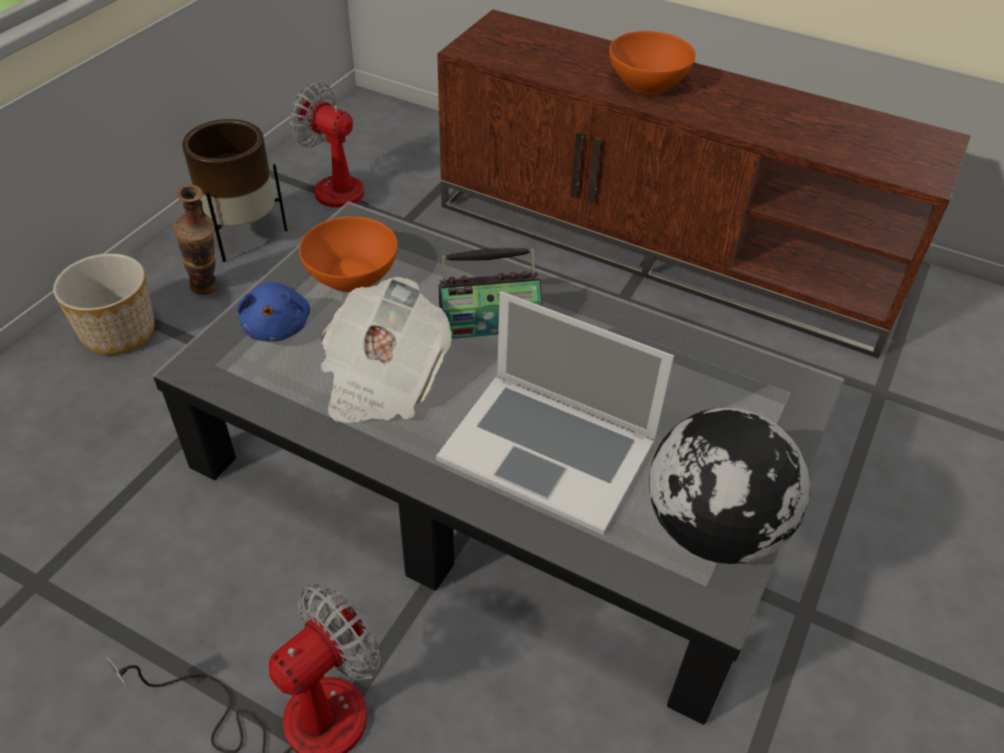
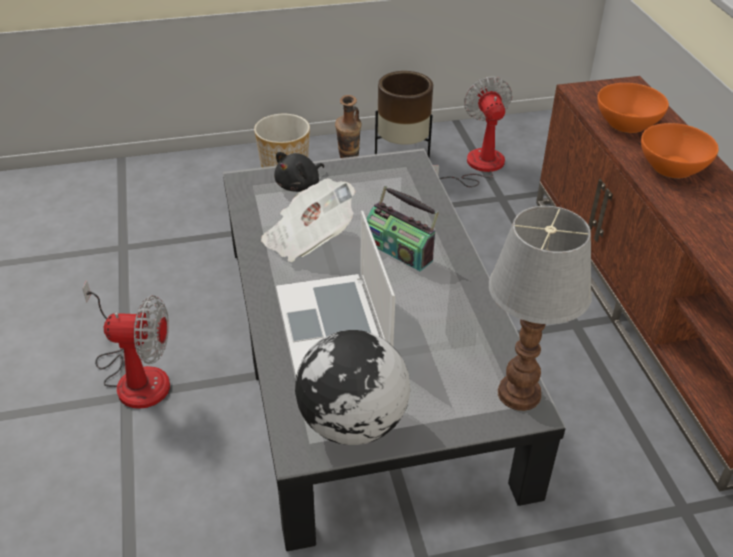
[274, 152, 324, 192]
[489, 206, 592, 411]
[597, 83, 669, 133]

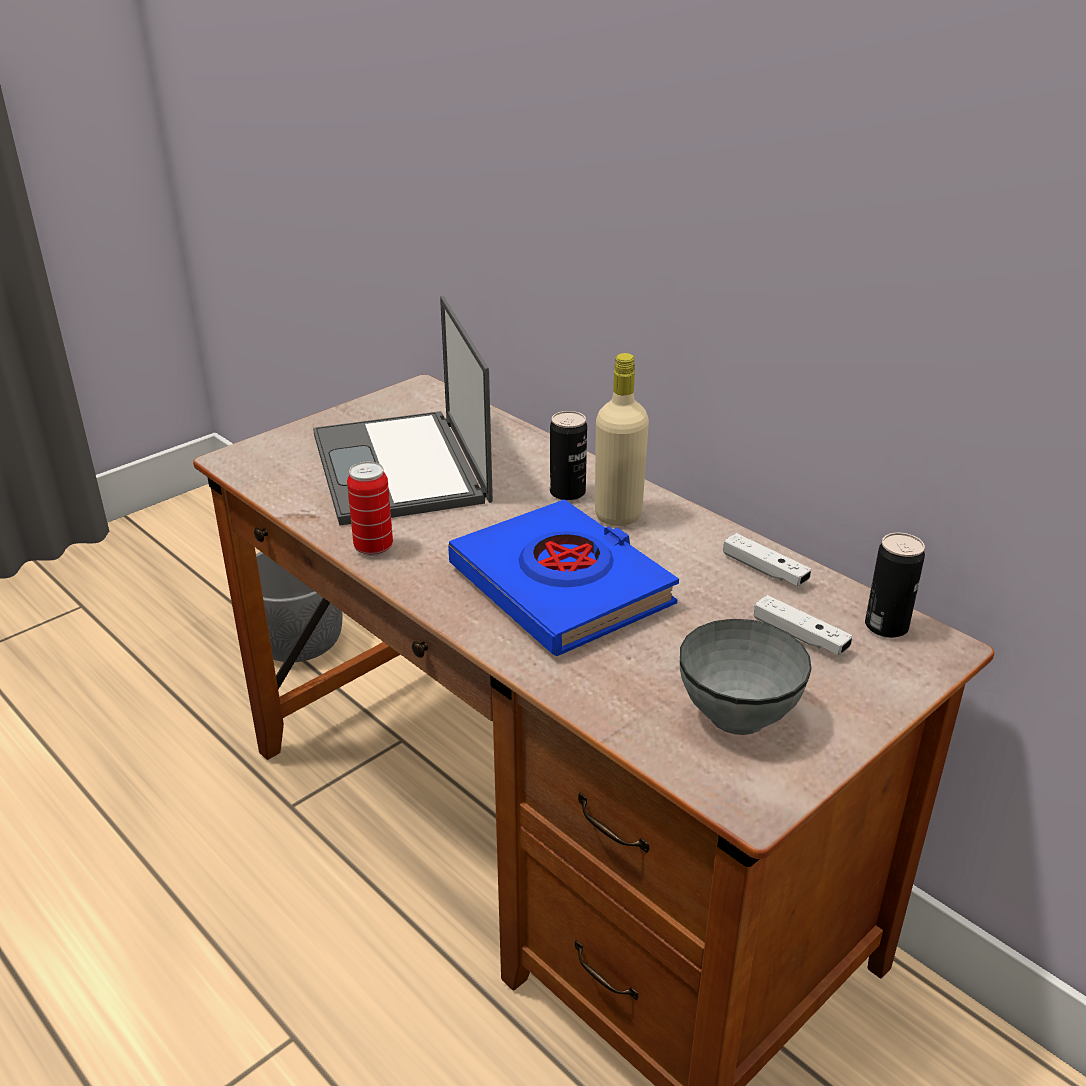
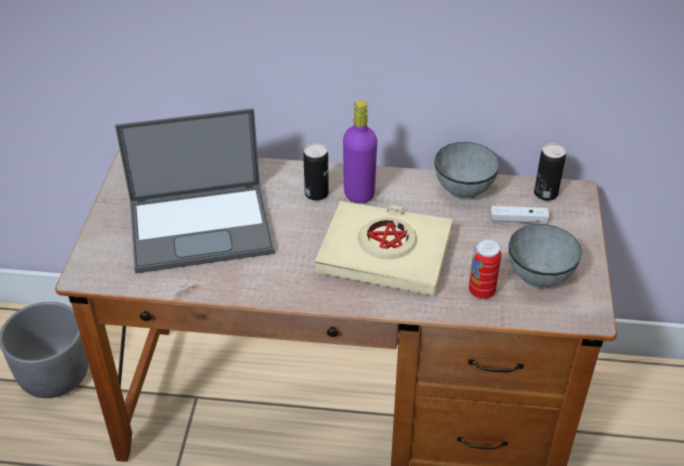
[115, 108, 275, 273]
[315, 201, 452, 296]
[343, 100, 377, 203]
[434, 142, 500, 200]
[469, 239, 501, 299]

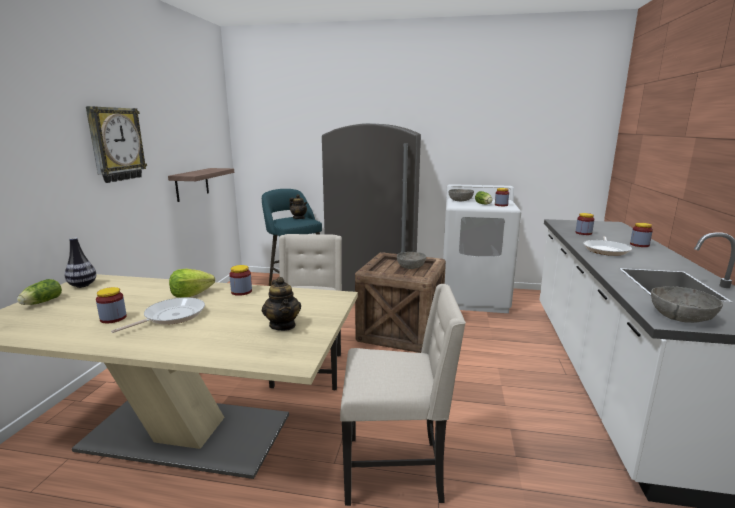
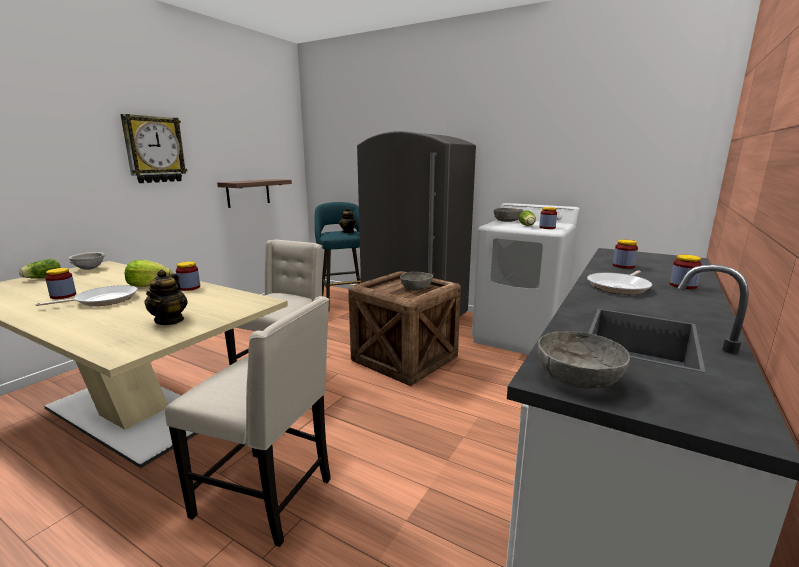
[69, 252, 105, 270]

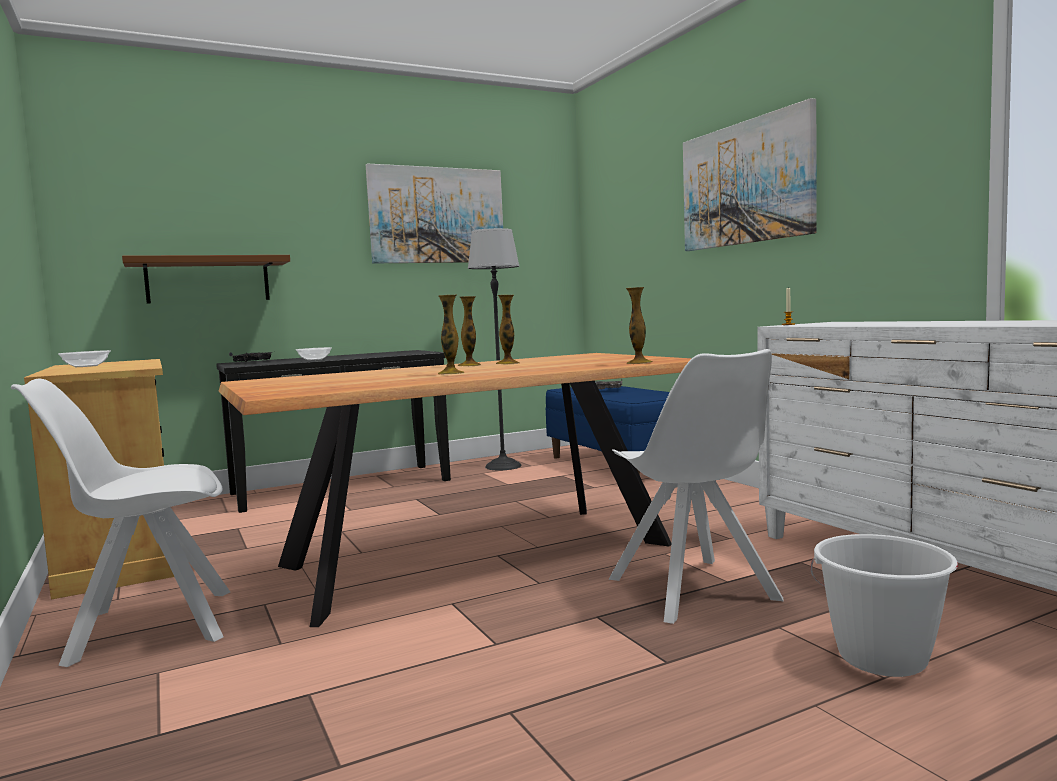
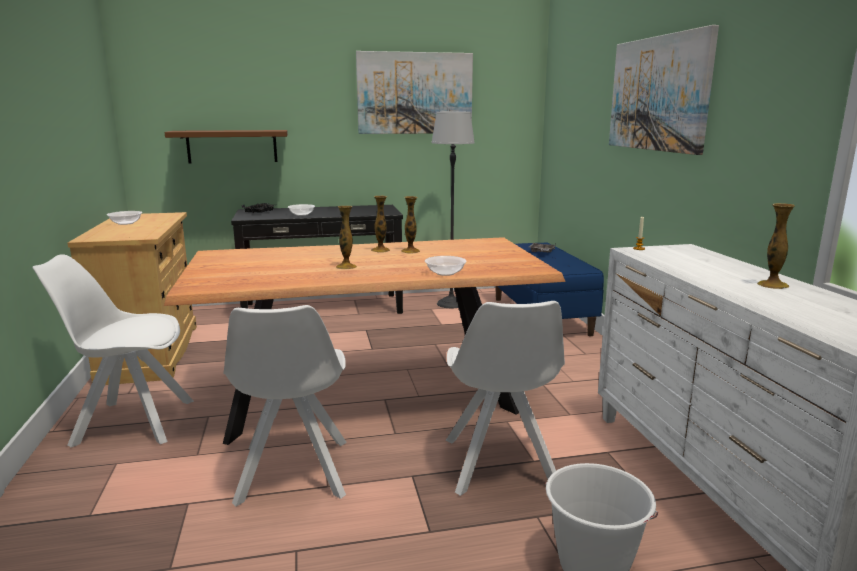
[223, 305, 347, 506]
[425, 256, 467, 276]
[757, 203, 795, 289]

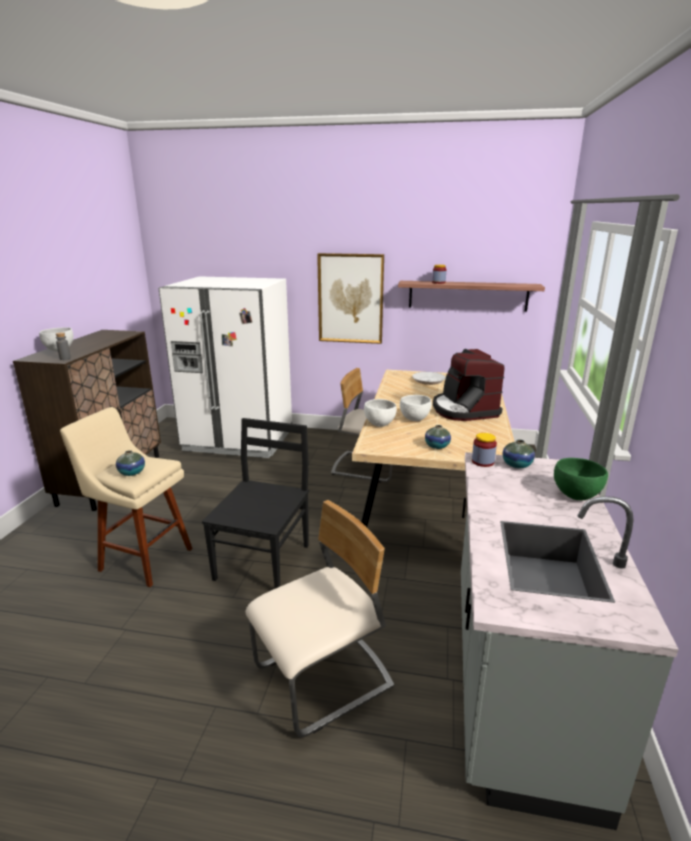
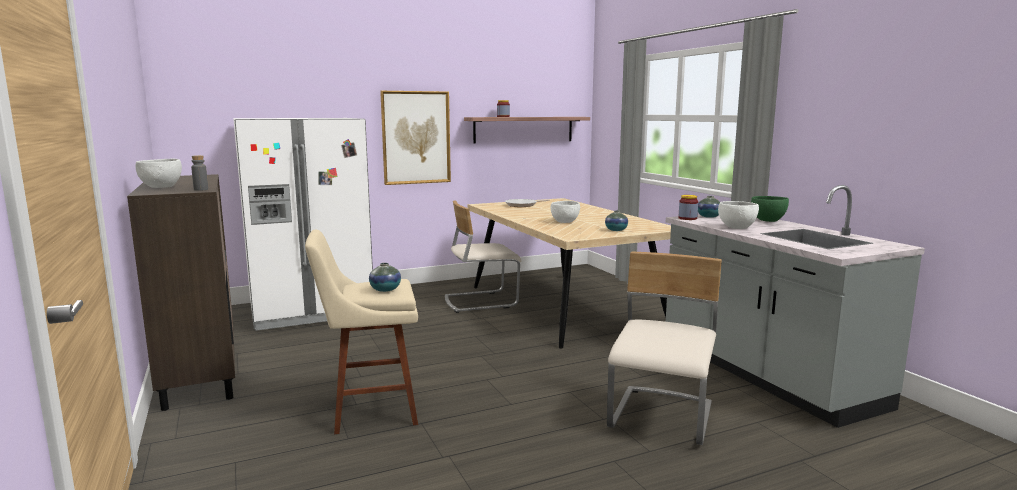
[718, 201, 759, 229]
[202, 418, 309, 589] (first image)
[433, 349, 505, 421] (first image)

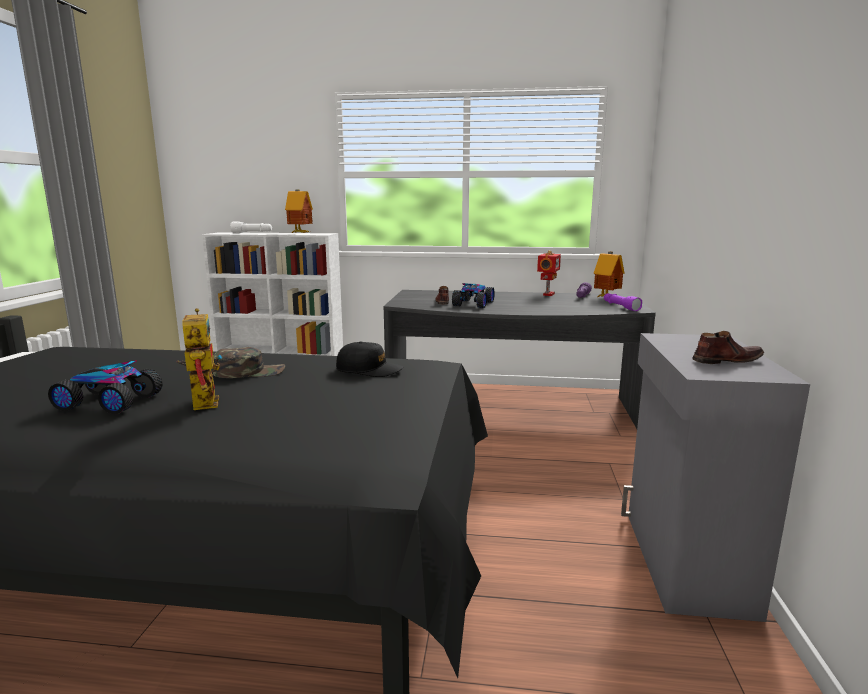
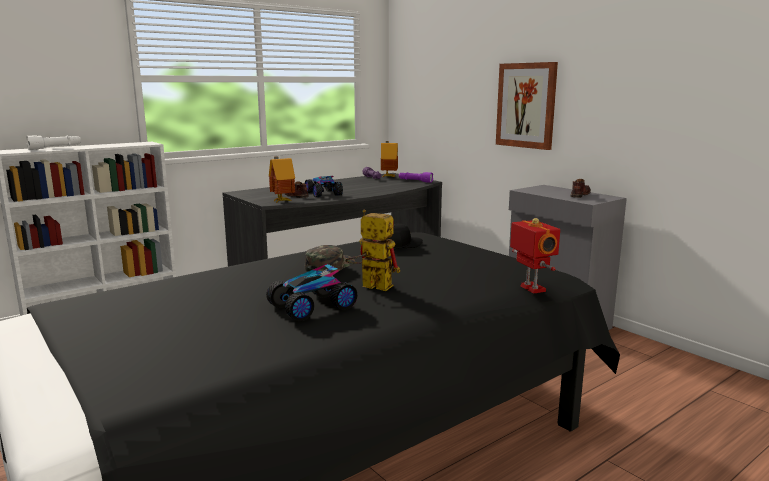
[269, 156, 295, 202]
[496, 62, 558, 150]
[510, 218, 560, 294]

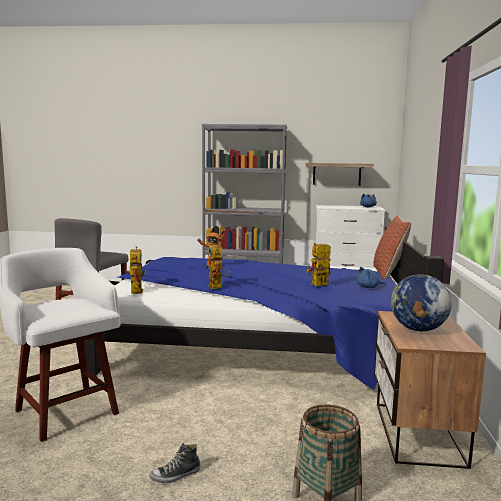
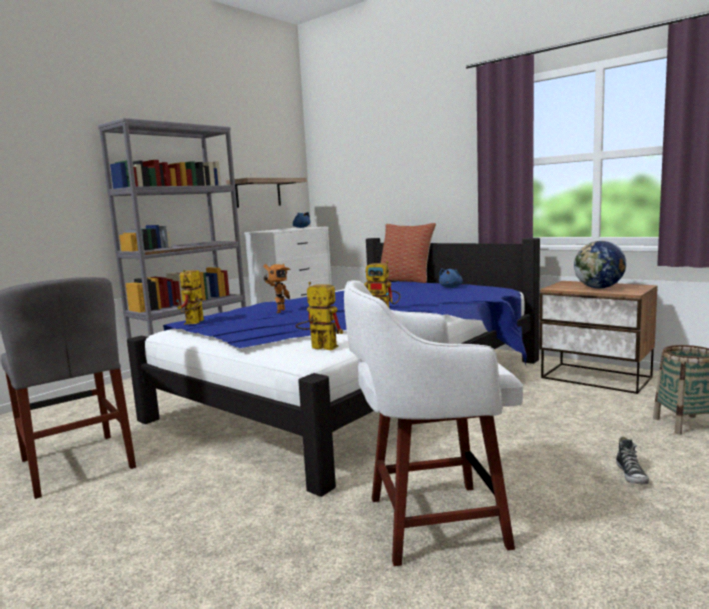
[176, 270, 204, 324]

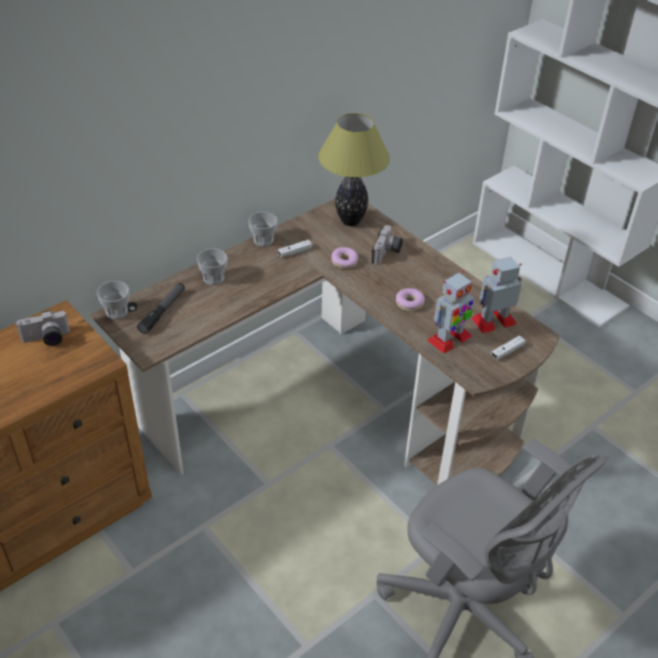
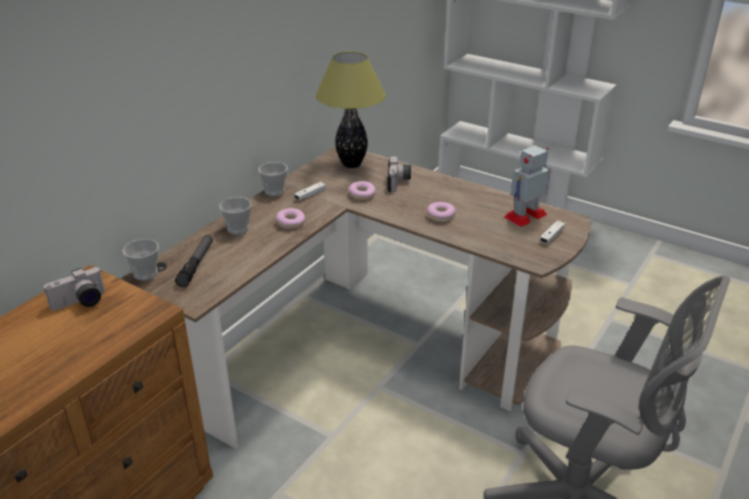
[276, 208, 305, 229]
[427, 271, 475, 354] (first image)

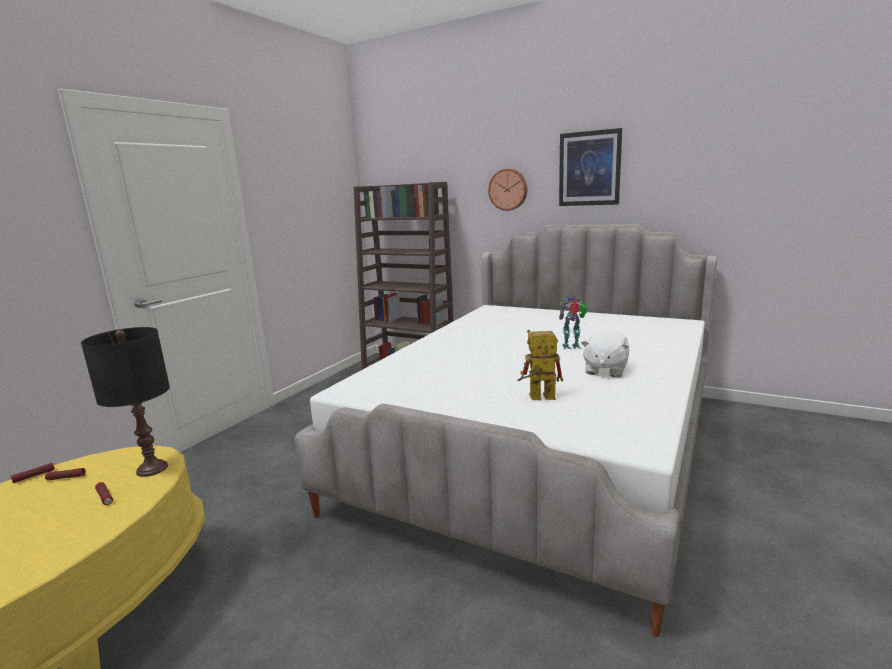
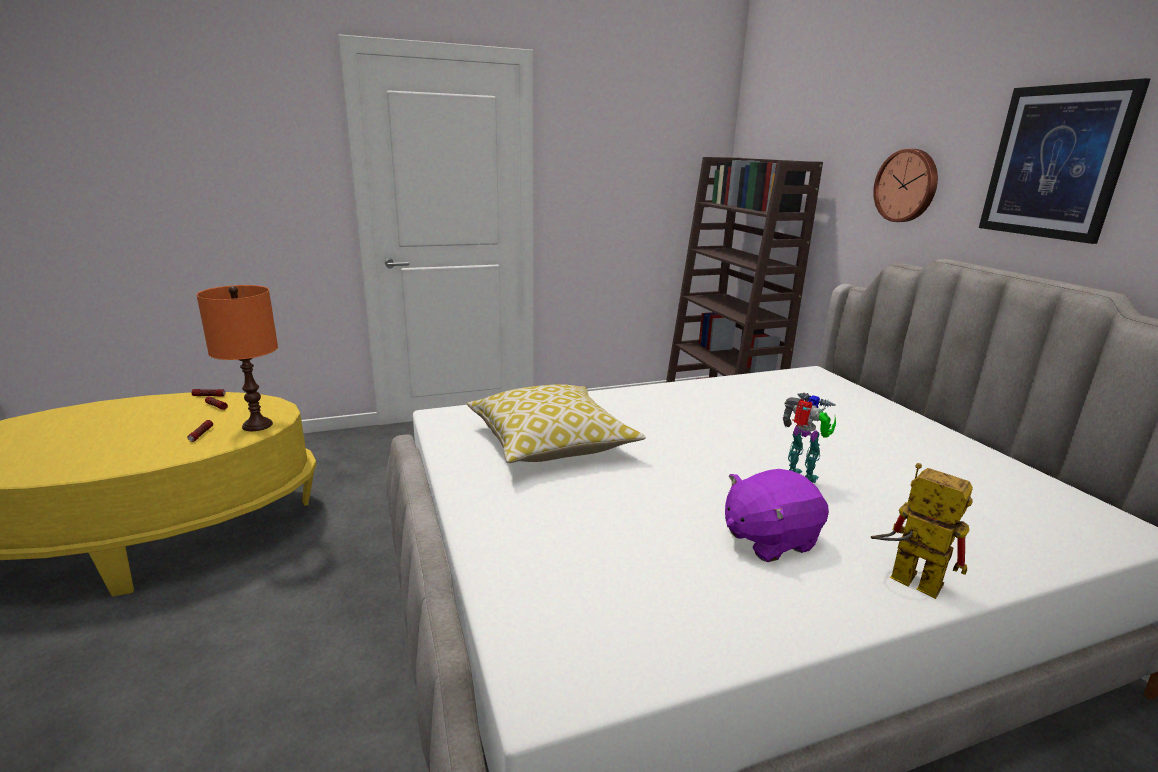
[196, 285, 278, 431]
[467, 384, 646, 463]
[725, 469, 829, 562]
[870, 463, 973, 599]

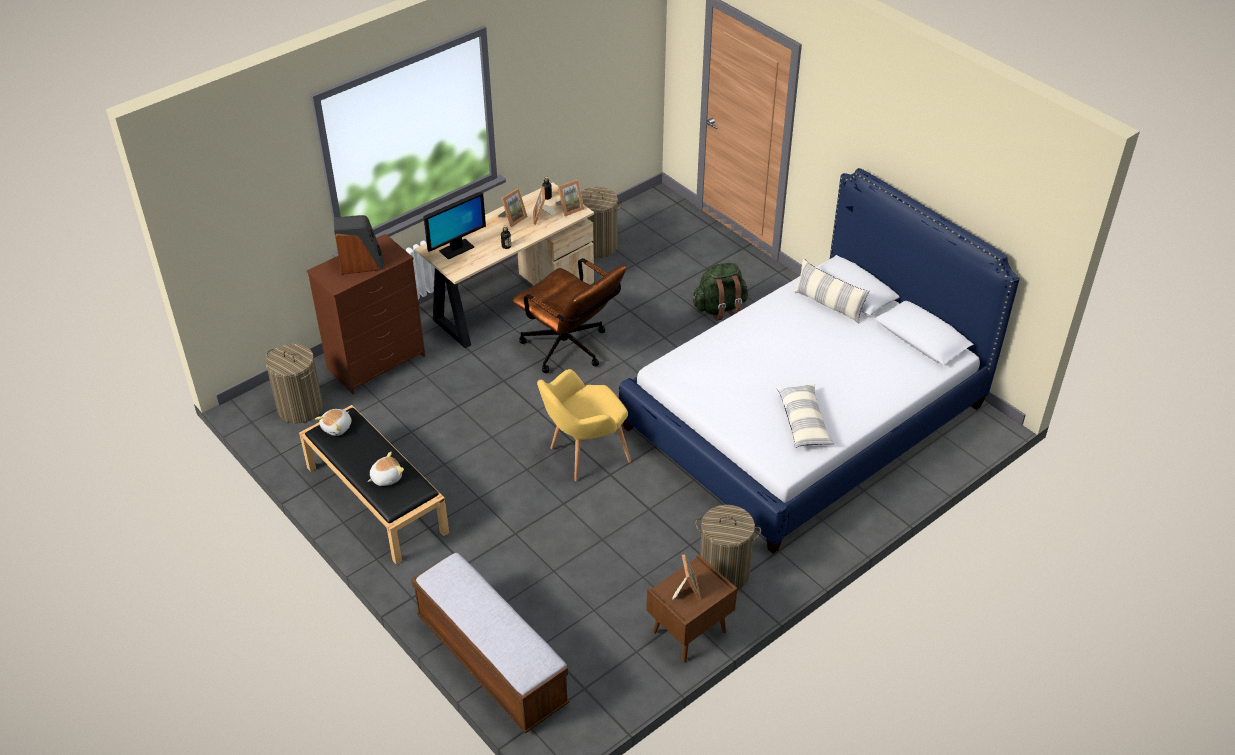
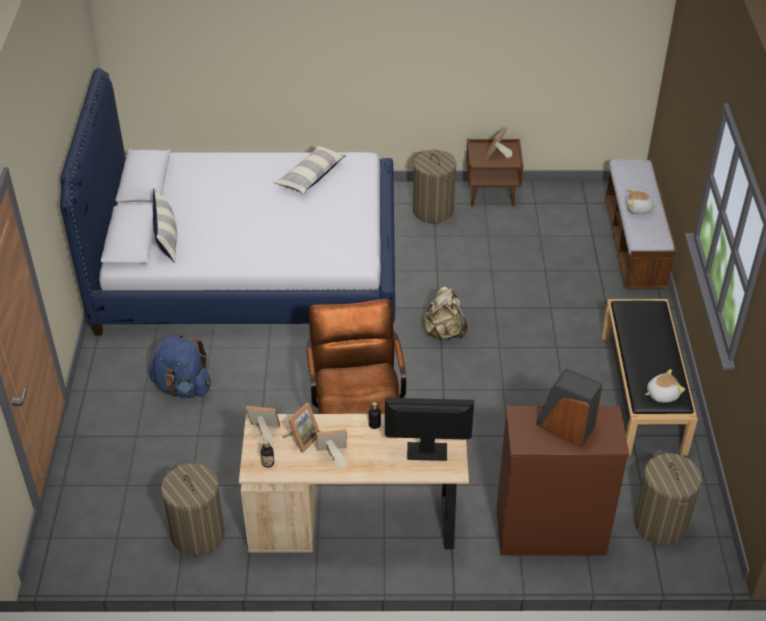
[149, 335, 211, 398]
[423, 287, 468, 340]
[626, 188, 657, 214]

